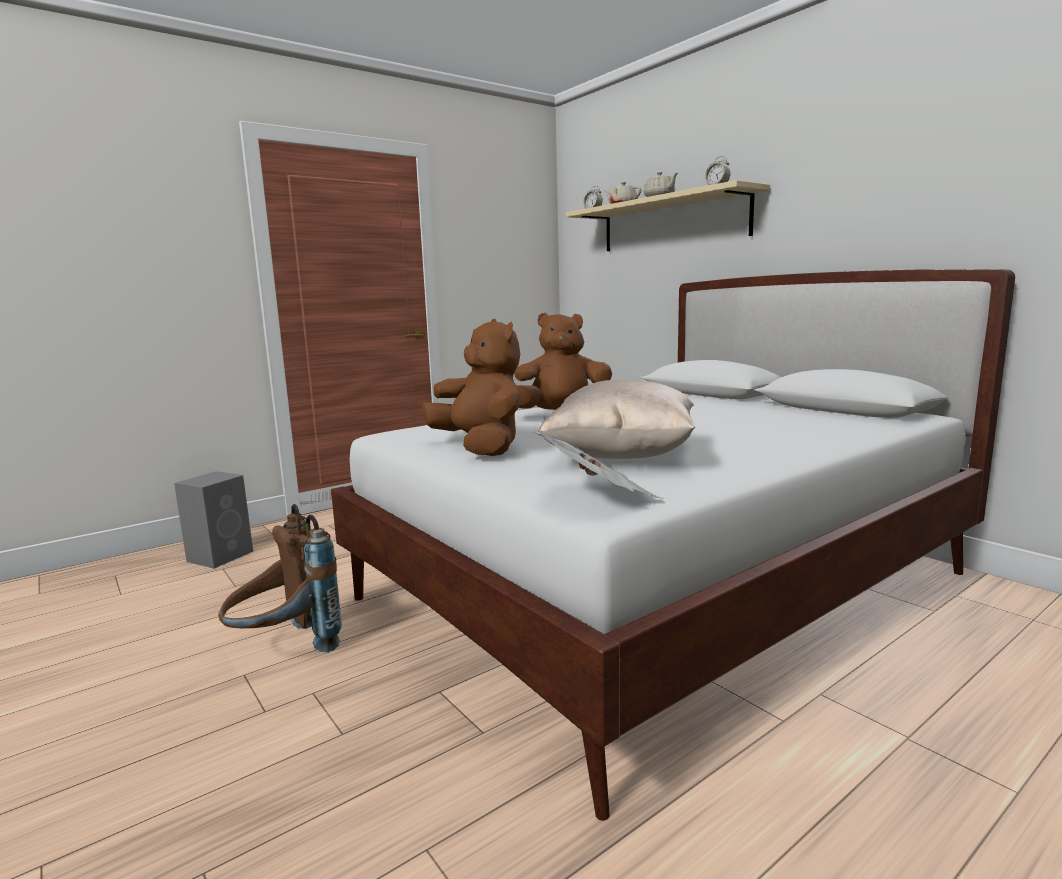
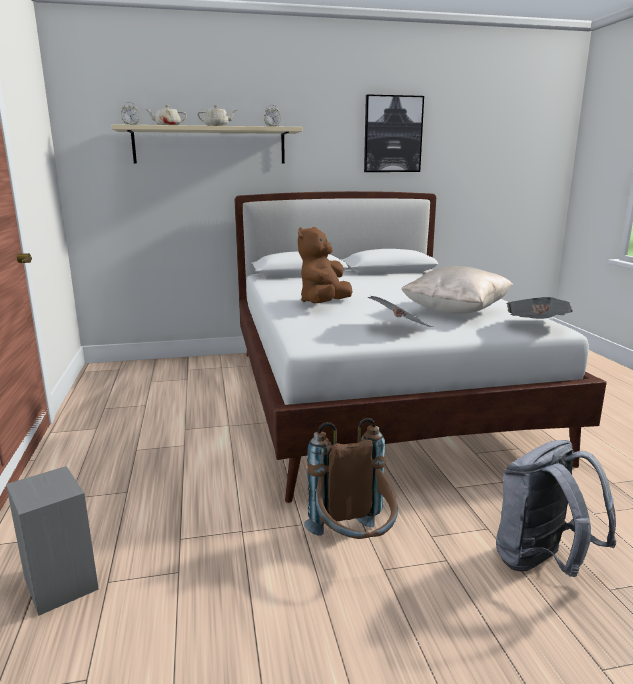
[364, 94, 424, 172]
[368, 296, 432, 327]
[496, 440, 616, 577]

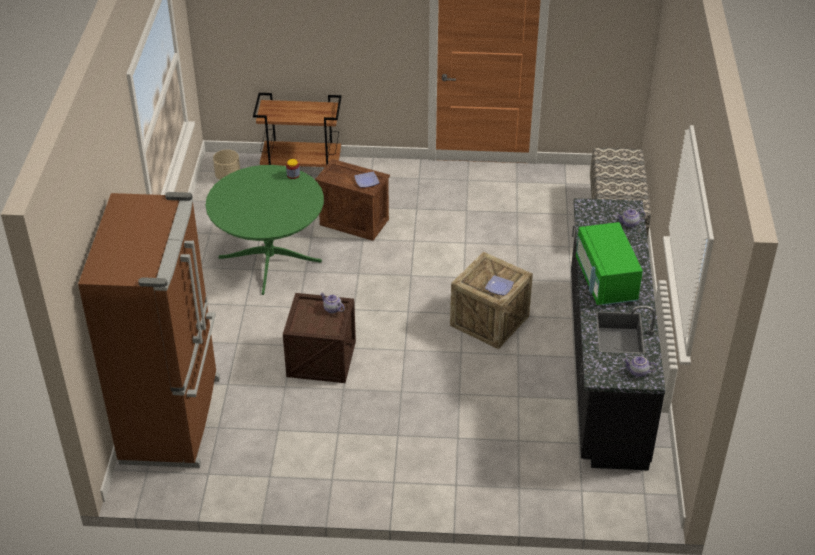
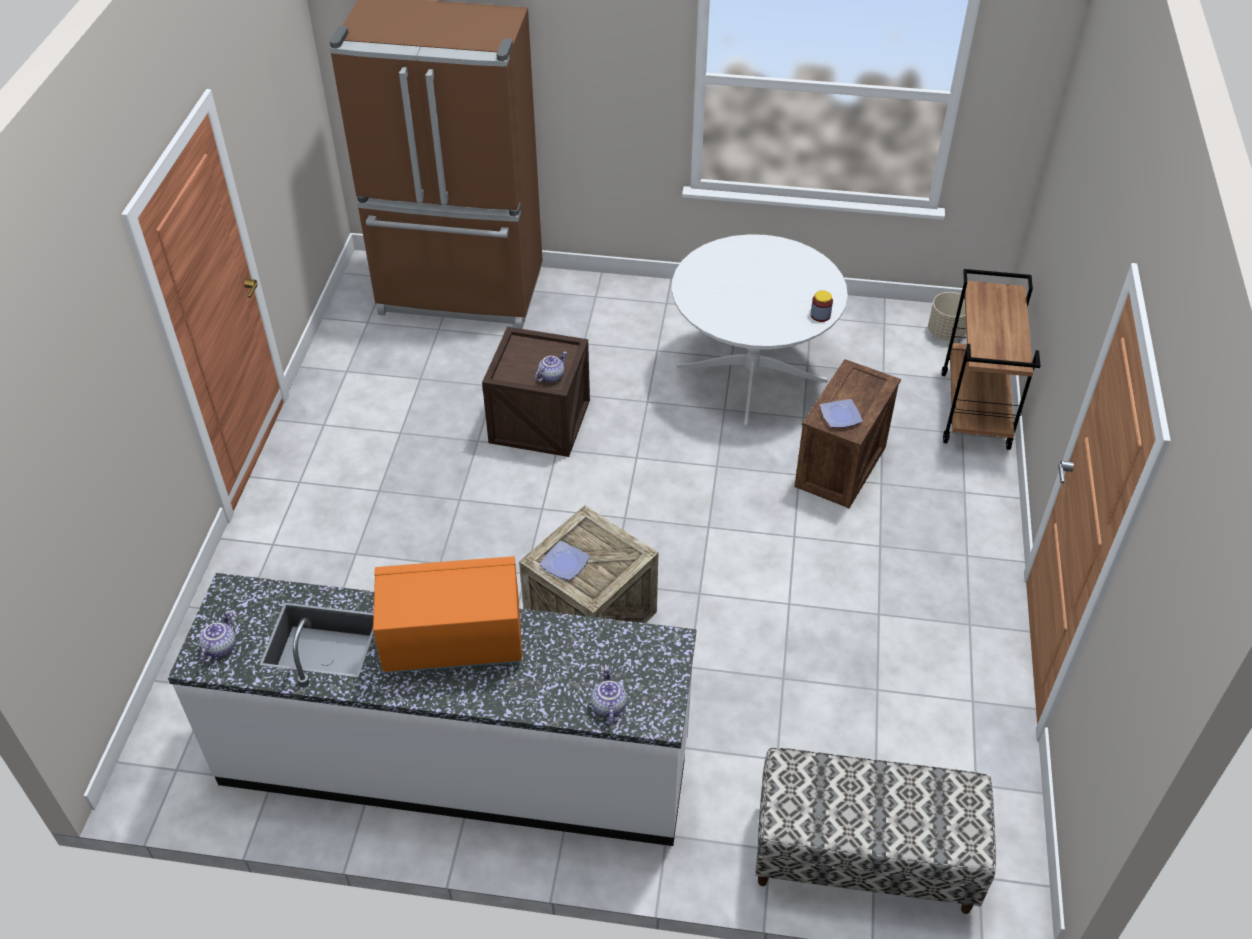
[168, 573, 696, 846]
[373, 556, 522, 674]
[672, 234, 848, 427]

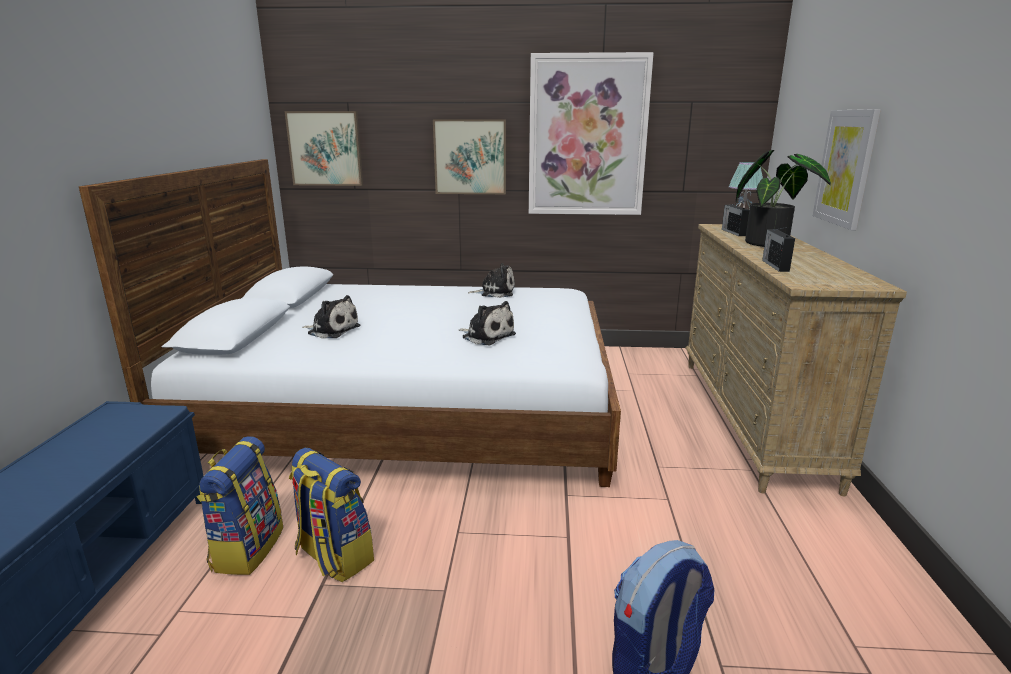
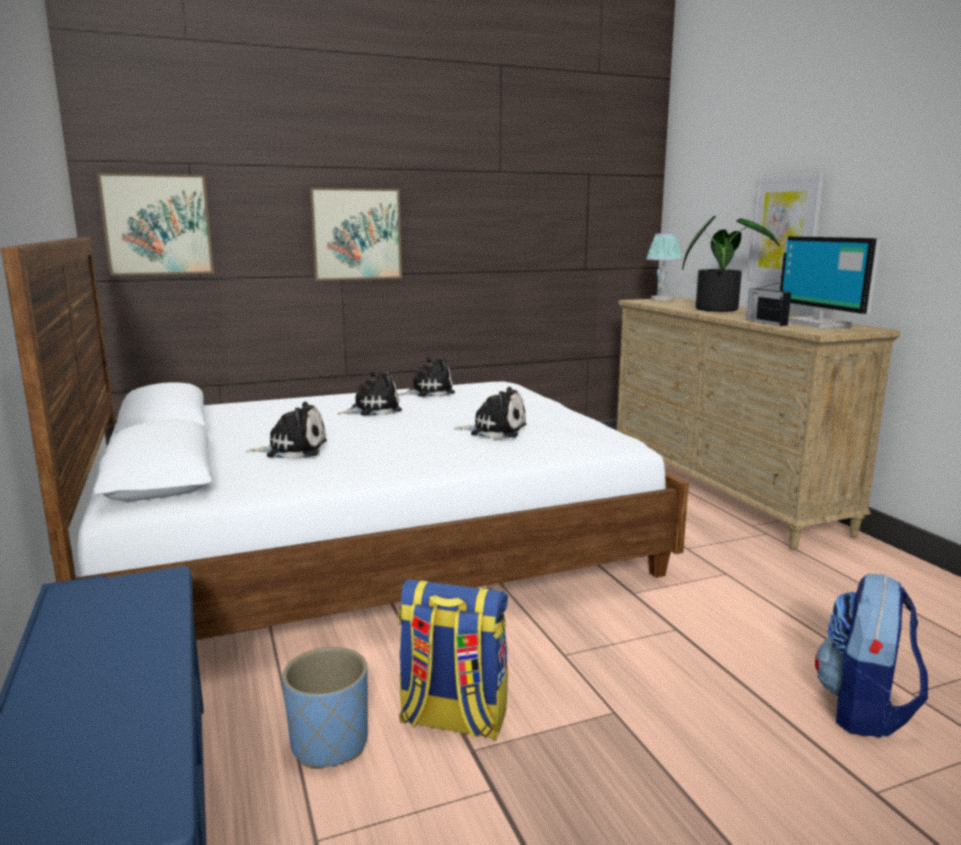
[282, 647, 368, 768]
[337, 370, 402, 415]
[780, 236, 880, 328]
[529, 52, 654, 215] (first image)
[722, 202, 749, 236] (first image)

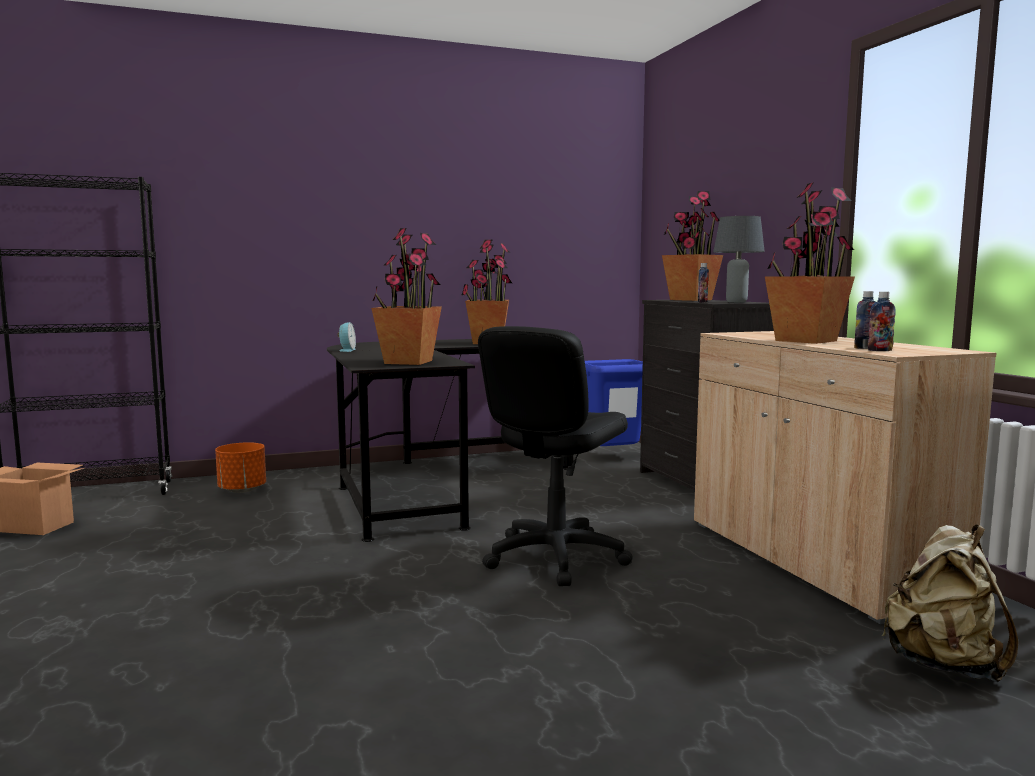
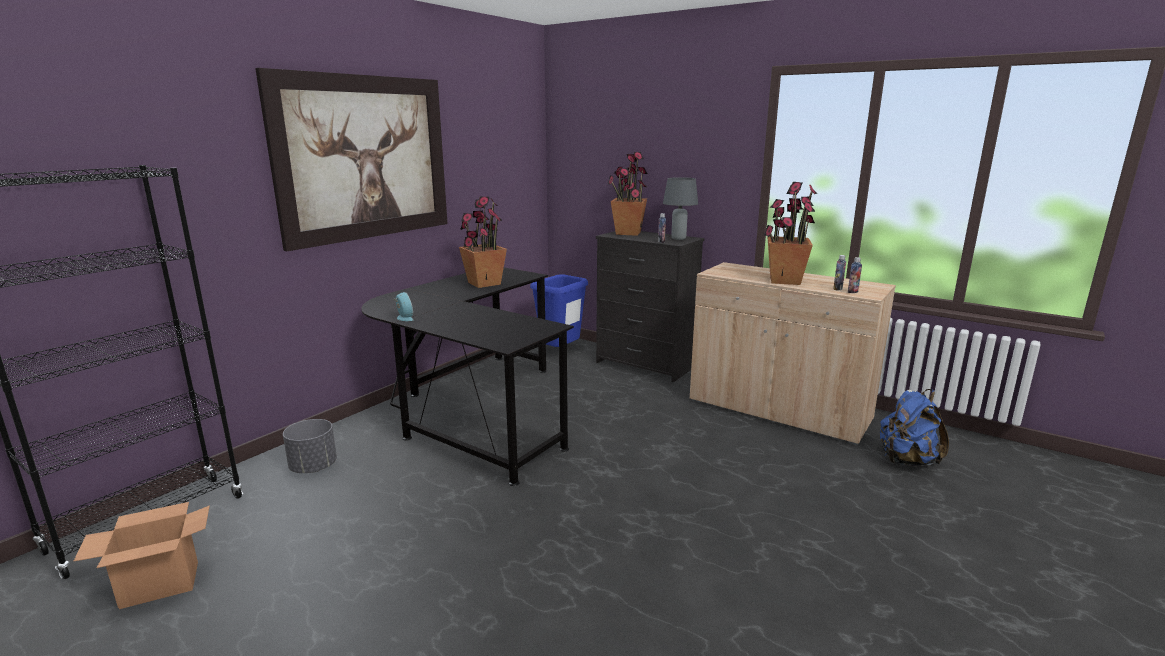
[255, 68, 448, 251]
[283, 419, 337, 473]
[880, 389, 949, 466]
[371, 228, 442, 365] (first image)
[478, 326, 633, 586] (first image)

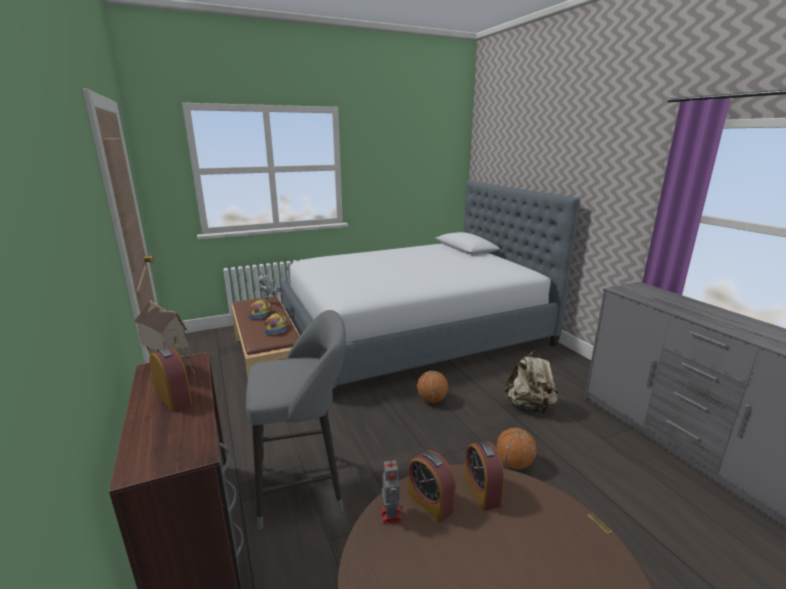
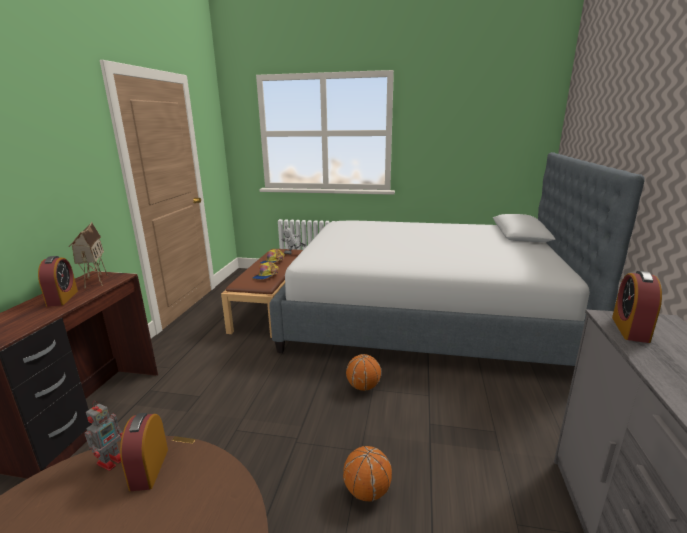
[612, 271, 662, 343]
[246, 310, 346, 530] (first image)
[503, 350, 558, 414] (first image)

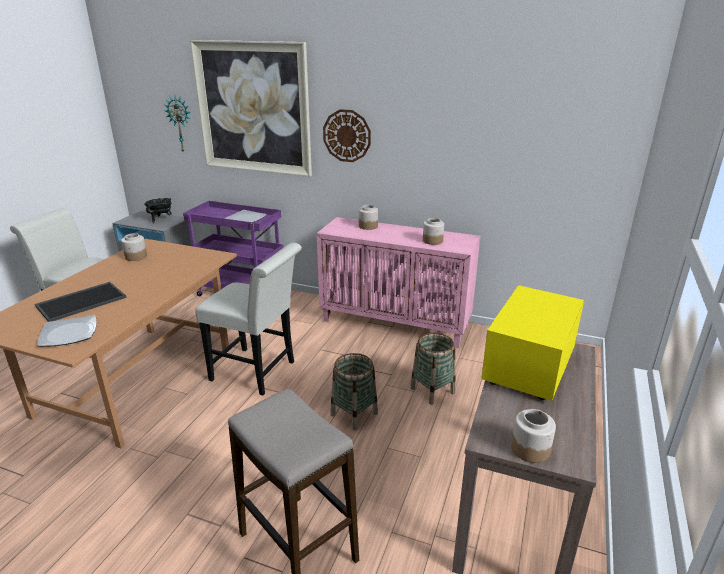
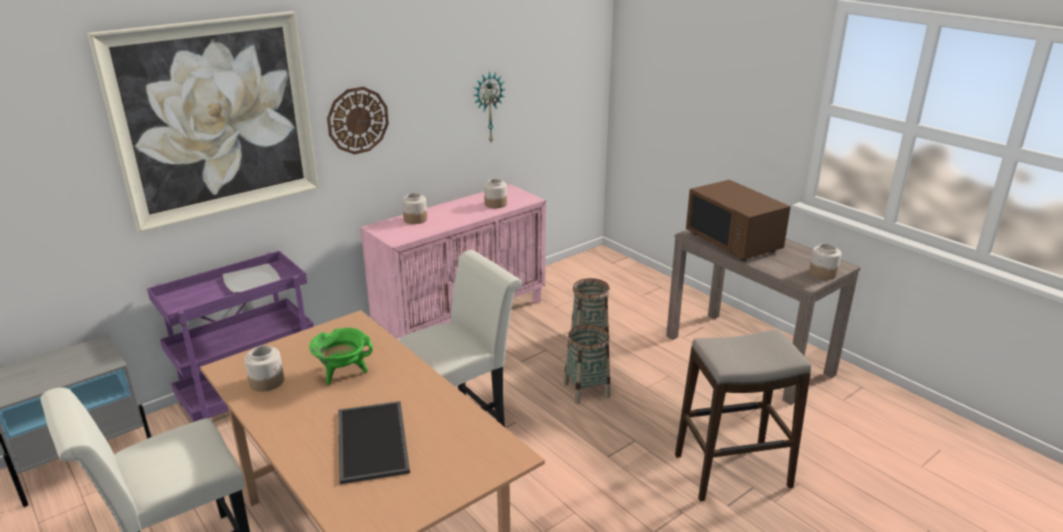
[309, 328, 373, 385]
[473, 71, 506, 142]
[686, 180, 791, 261]
[37, 315, 97, 347] (first image)
[144, 198, 172, 223] (first image)

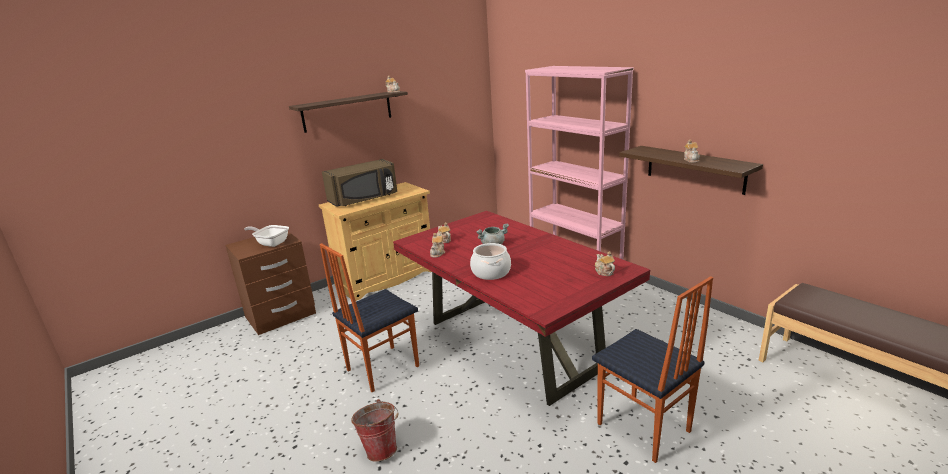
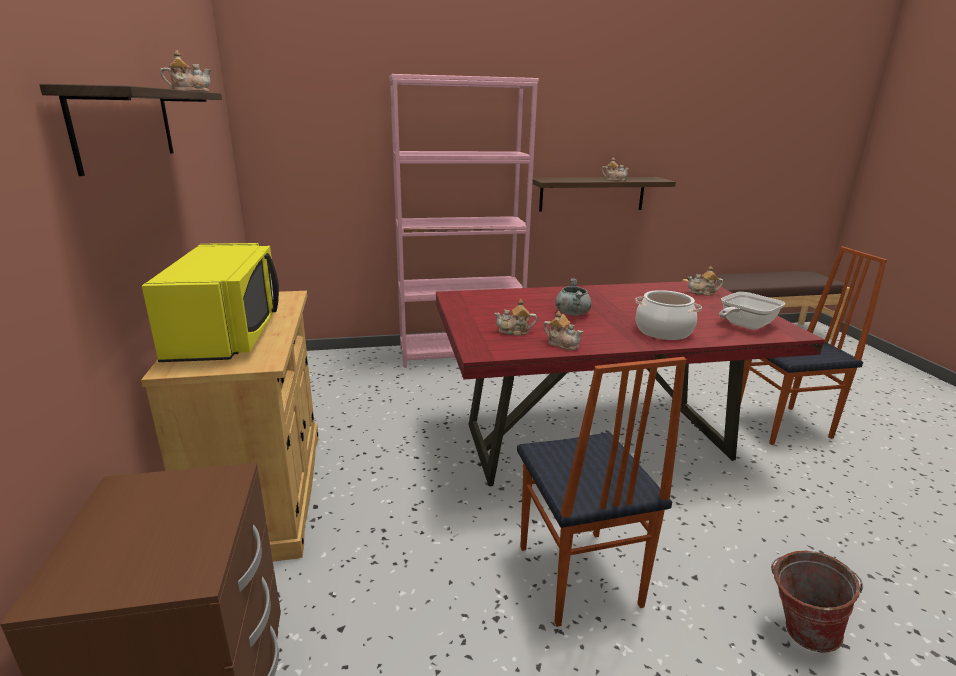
[142, 243, 279, 362]
[719, 292, 785, 330]

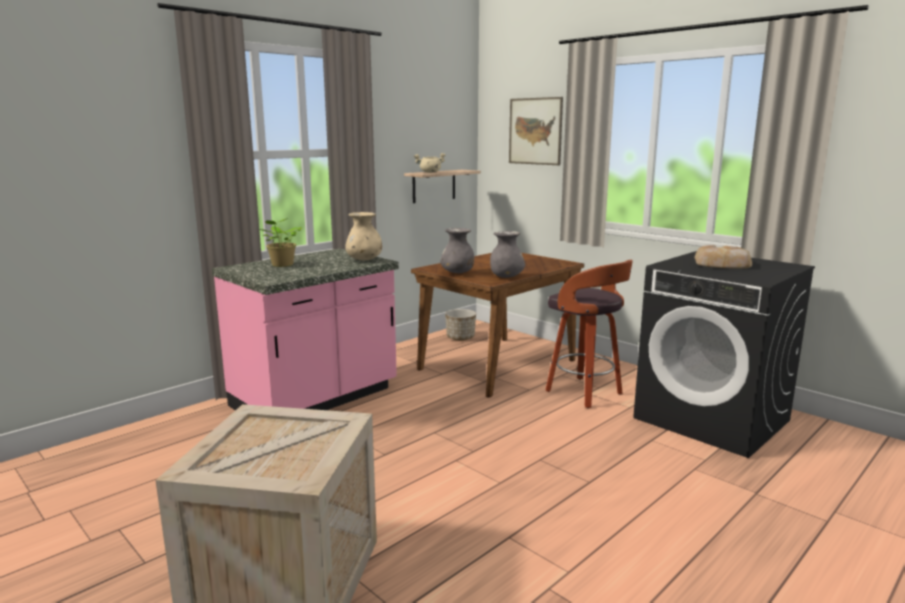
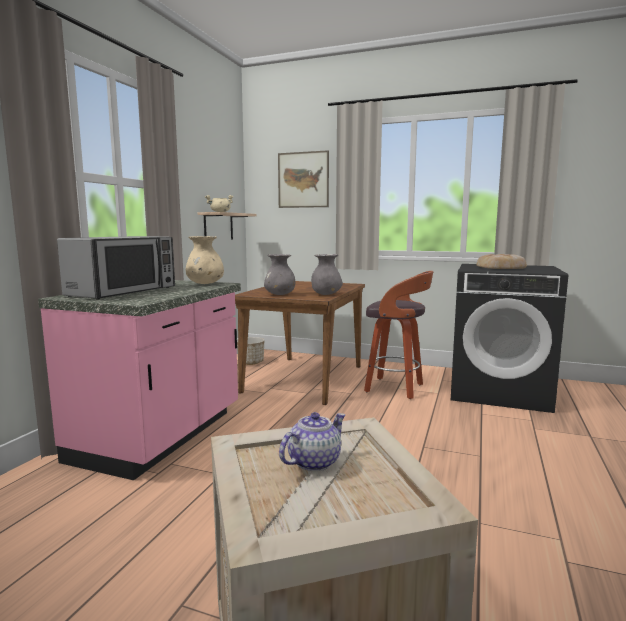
[57, 236, 175, 299]
[279, 412, 345, 471]

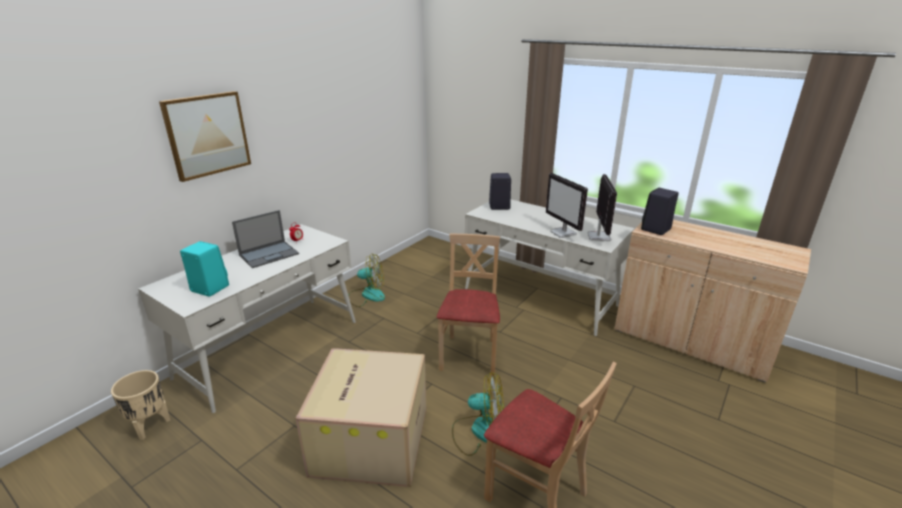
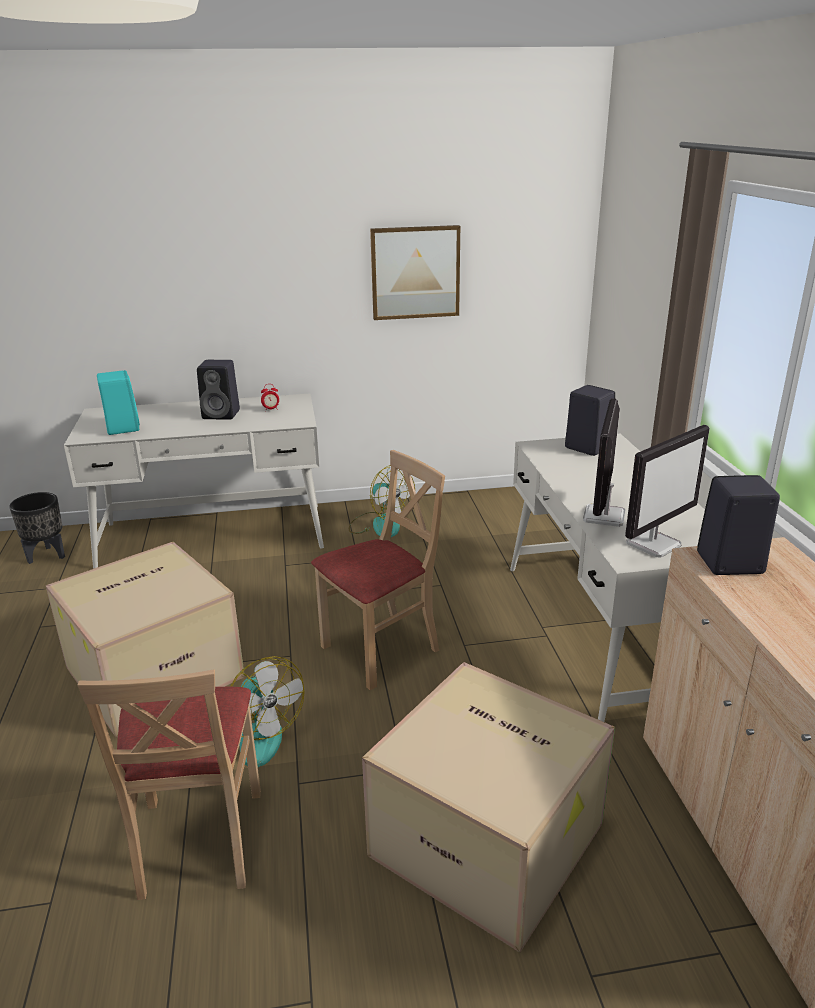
[9, 492, 65, 564]
[197, 360, 240, 420]
[362, 662, 615, 953]
[370, 225, 460, 320]

